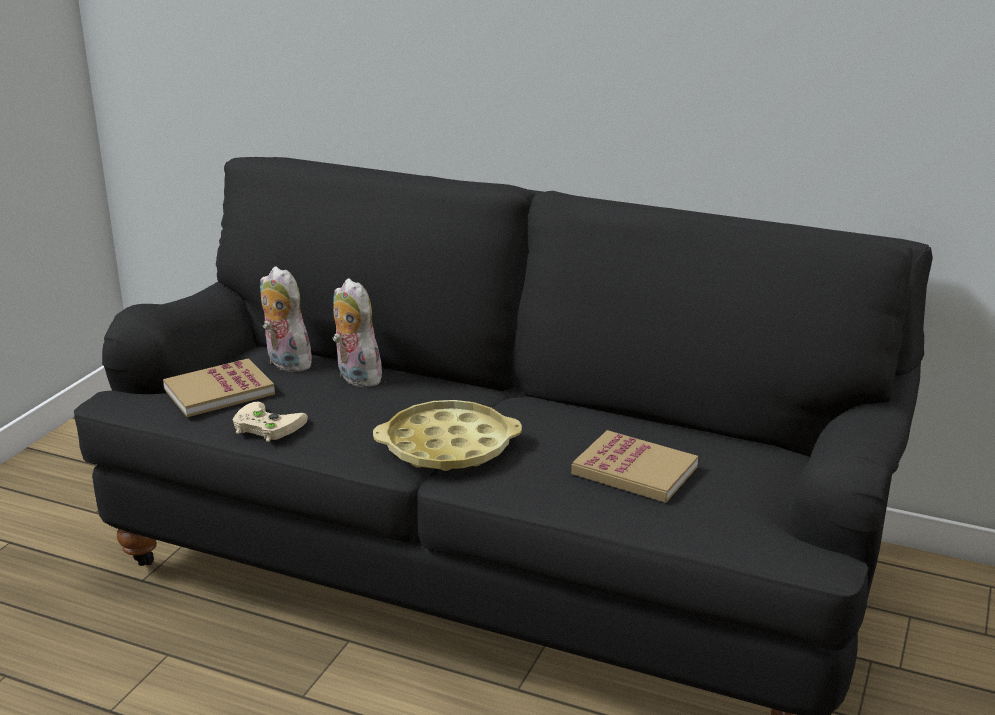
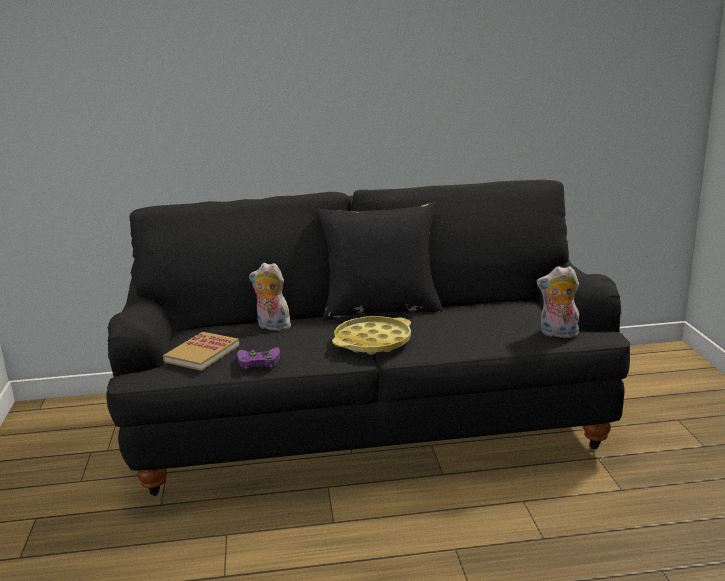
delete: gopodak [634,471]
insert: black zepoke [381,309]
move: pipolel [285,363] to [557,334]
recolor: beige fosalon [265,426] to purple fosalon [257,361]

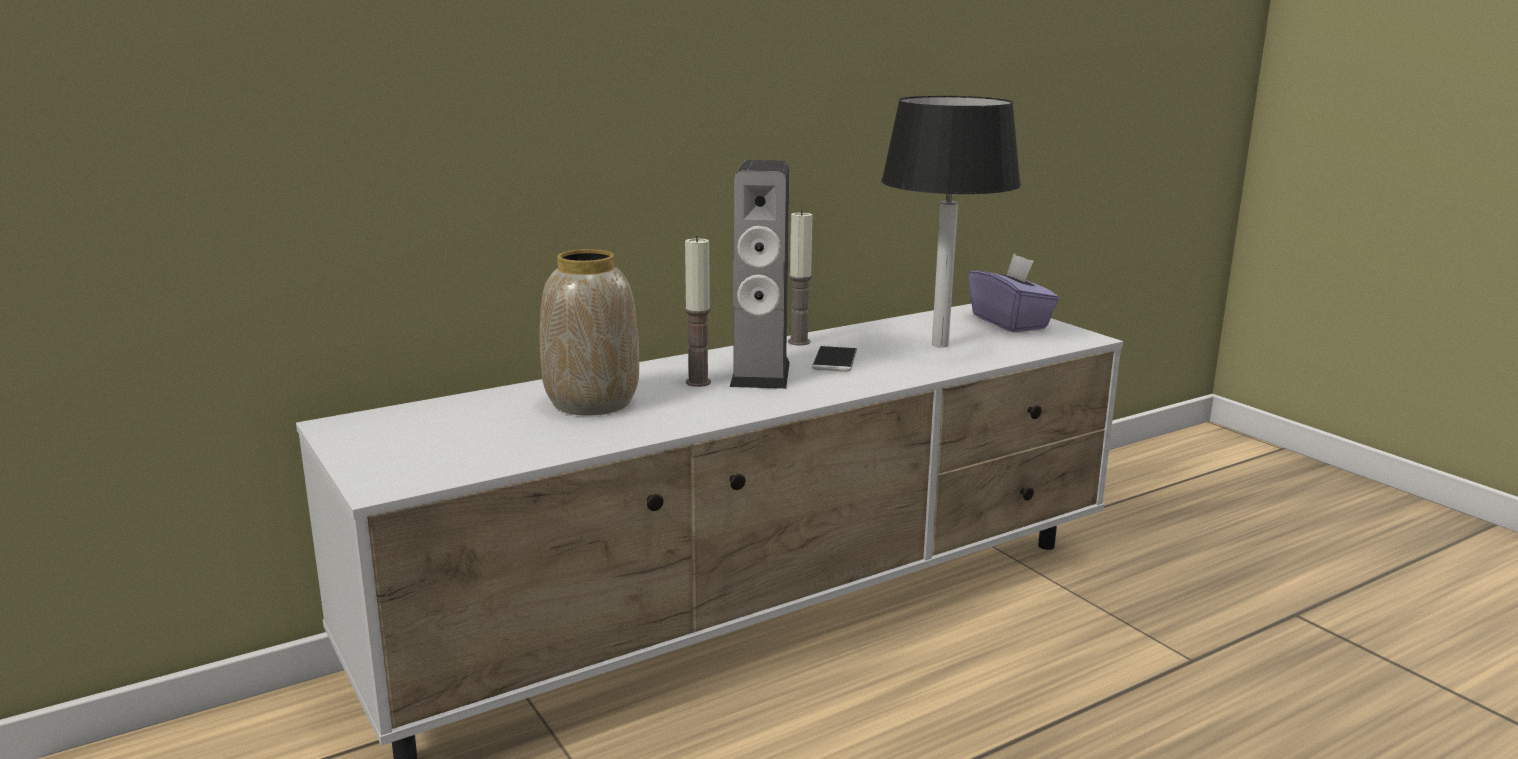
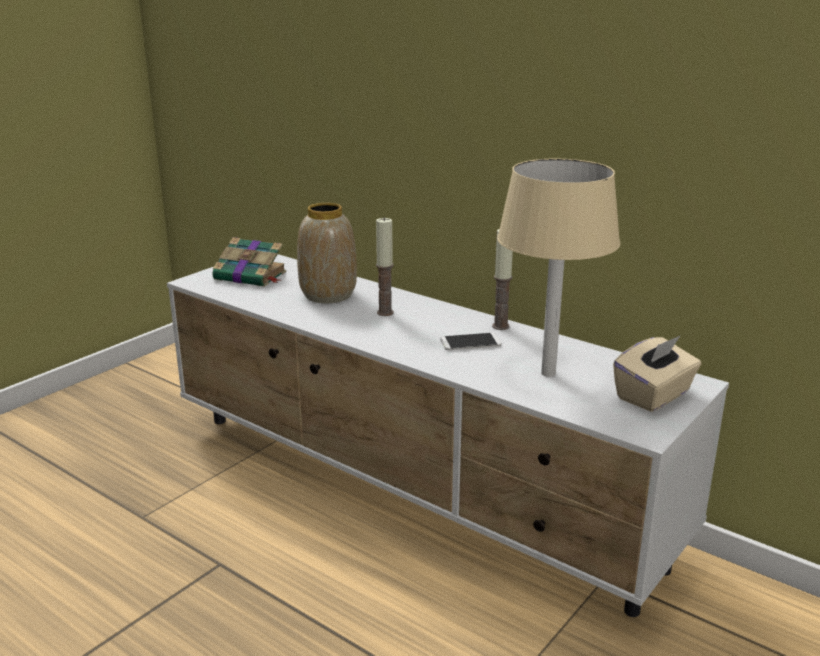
delete: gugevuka [760,374]
insert: gopodak [251,276]
recolor: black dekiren [940,345] to beige dekiren [548,373]; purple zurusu [1010,322] to beige zurusu [654,395]

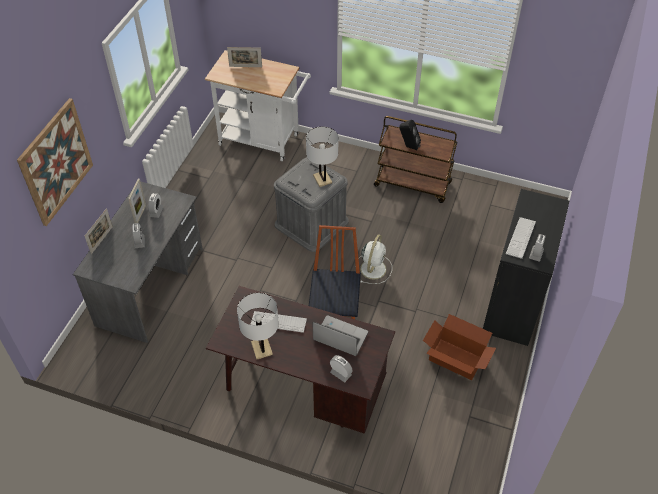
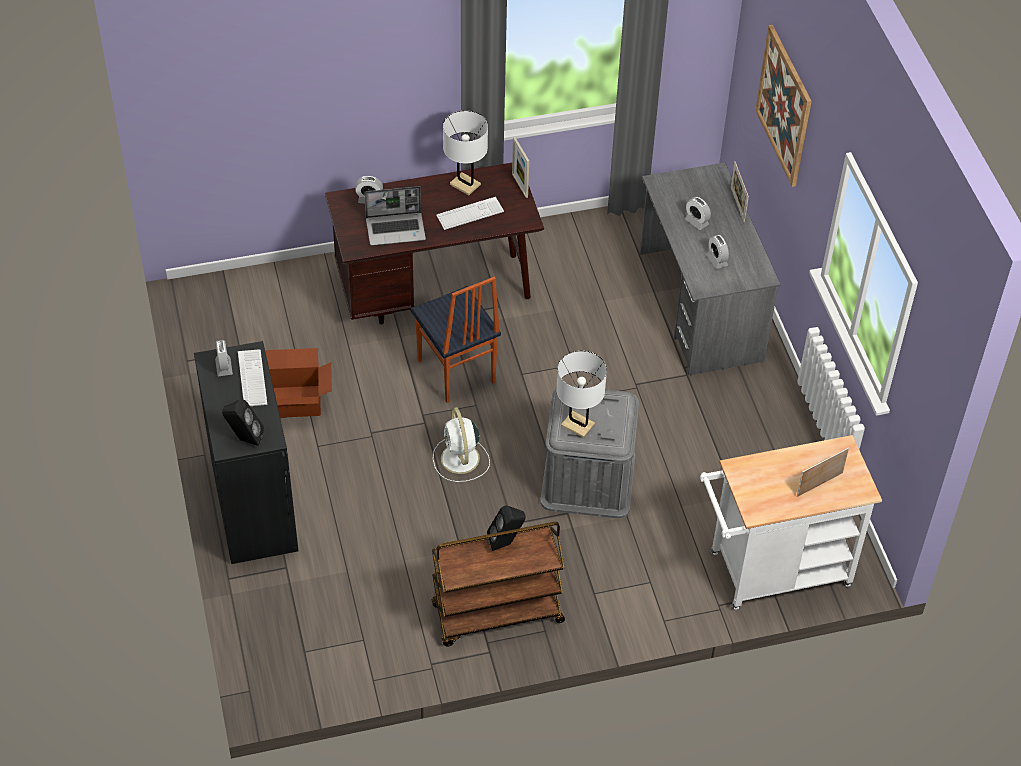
insert: black gugevuka [244,439]
move: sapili [140,214] to [519,185]

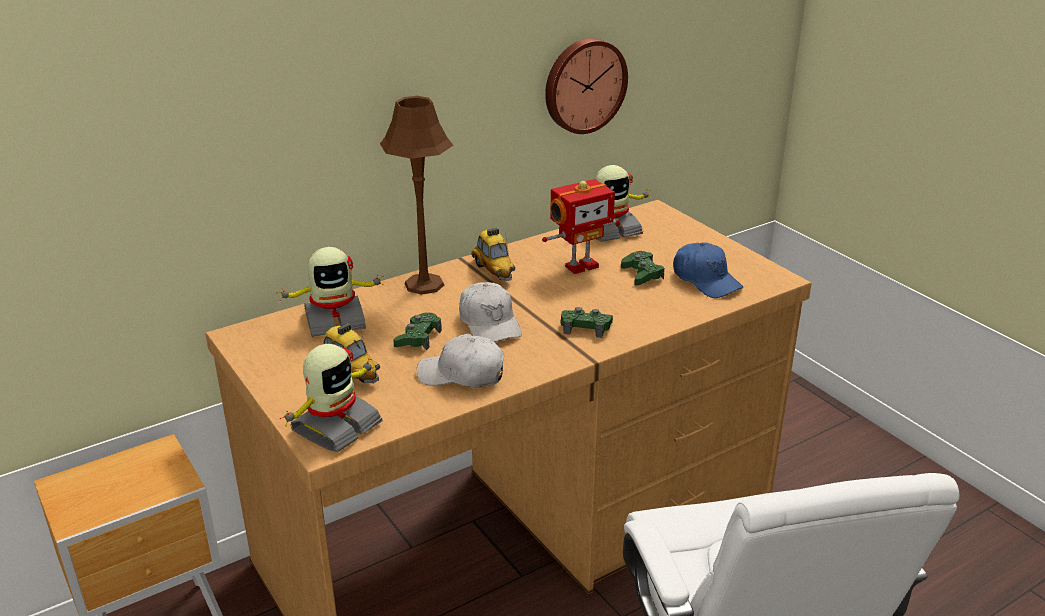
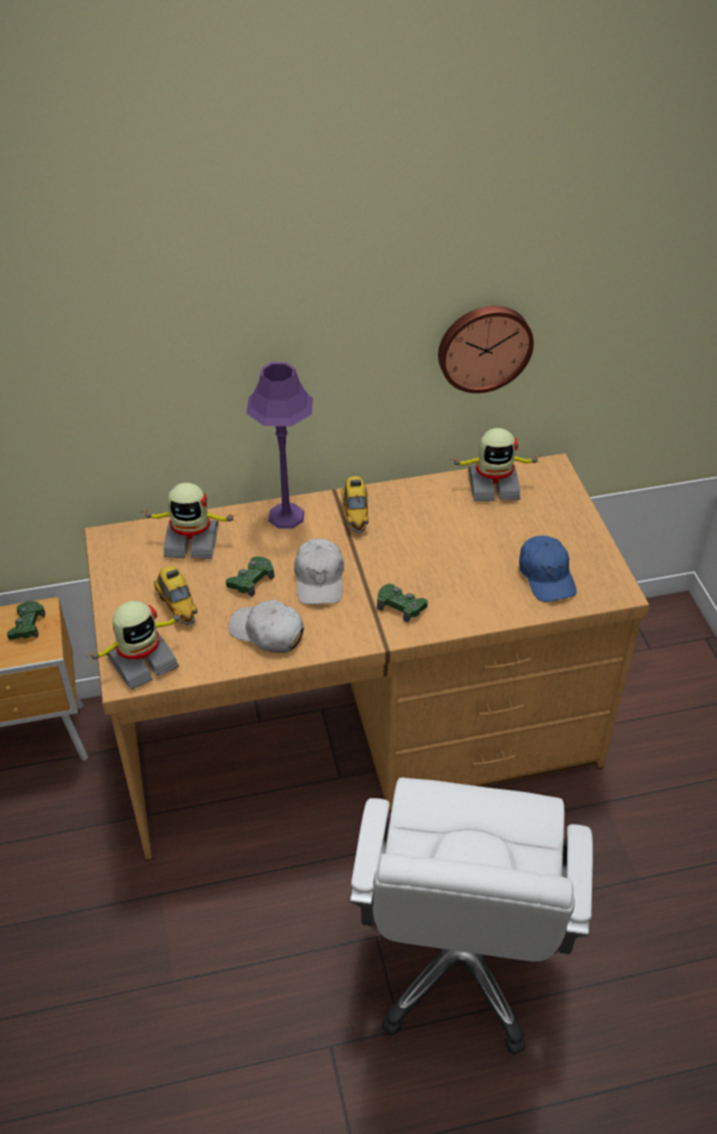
delete: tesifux [580,266]
move: green fosalon [642,274] to [27,625]
recolor: brown dekiren [424,284] to purple dekiren [286,516]

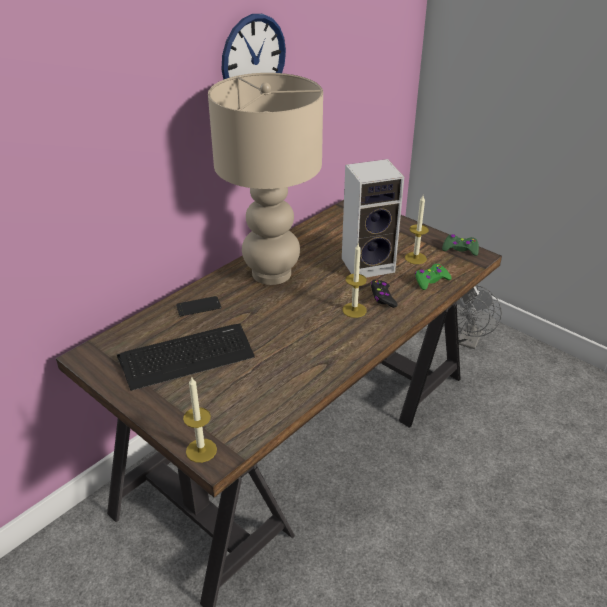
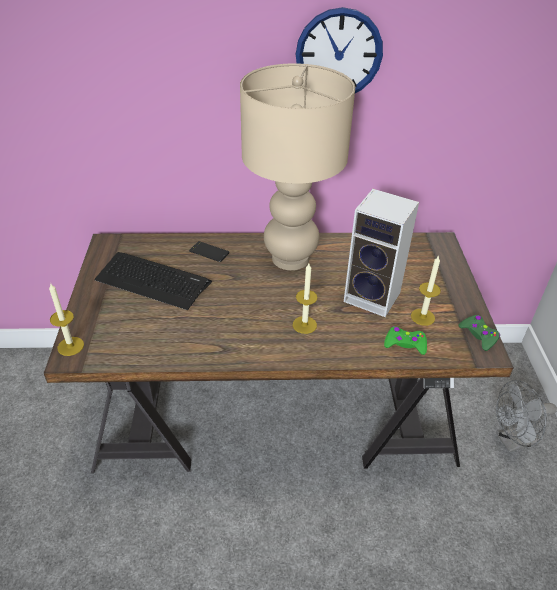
delete: black fosalon [382,297]

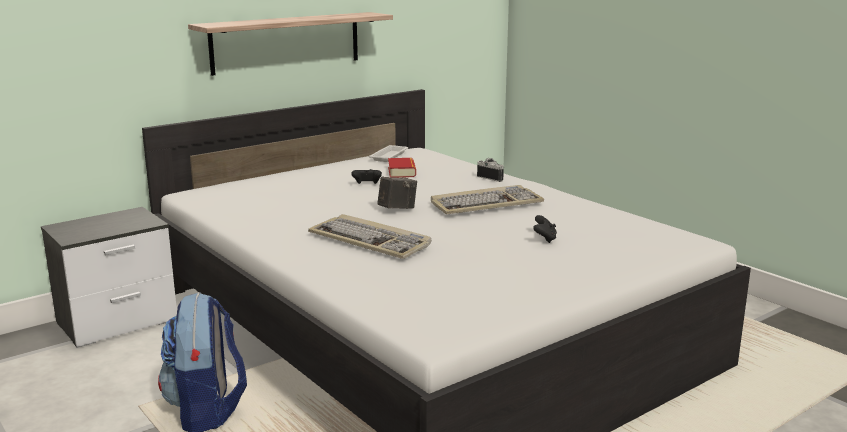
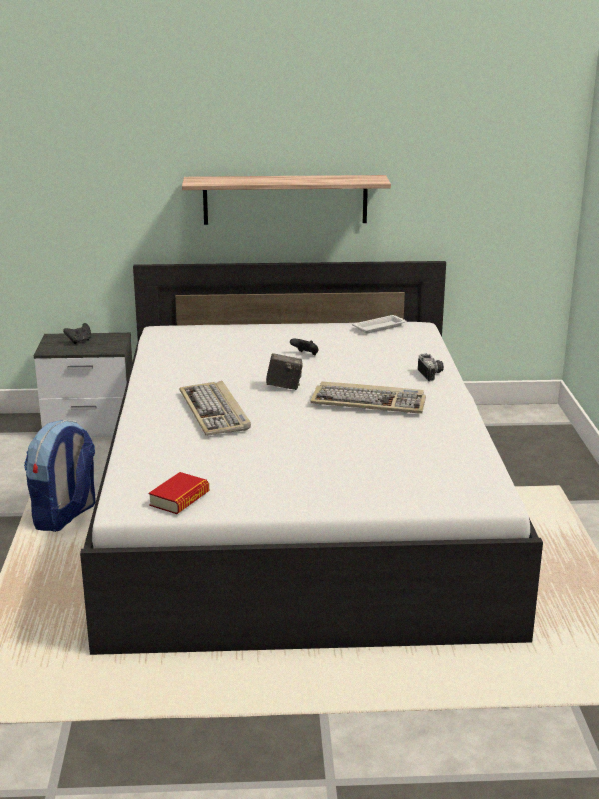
move: gopodak [401,172] to [179,499]; black fosalon [544,239] to [79,341]

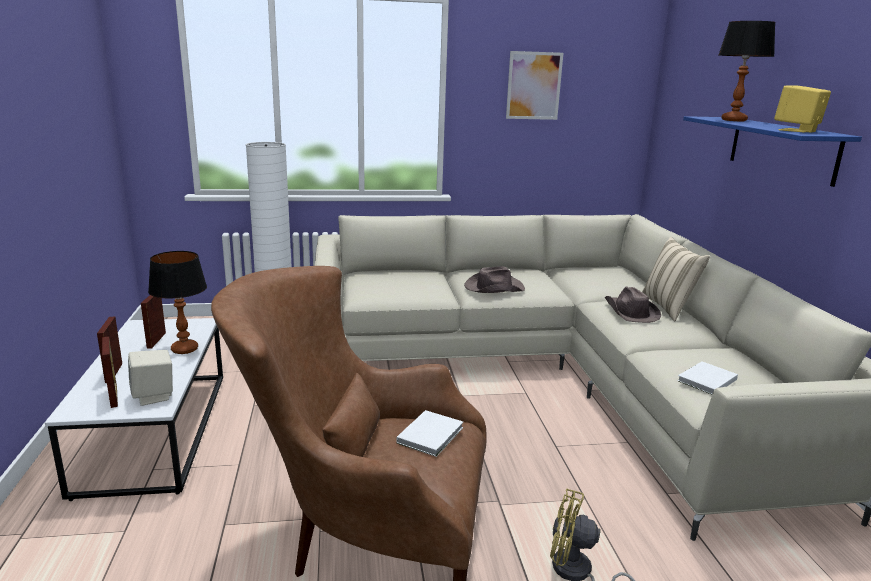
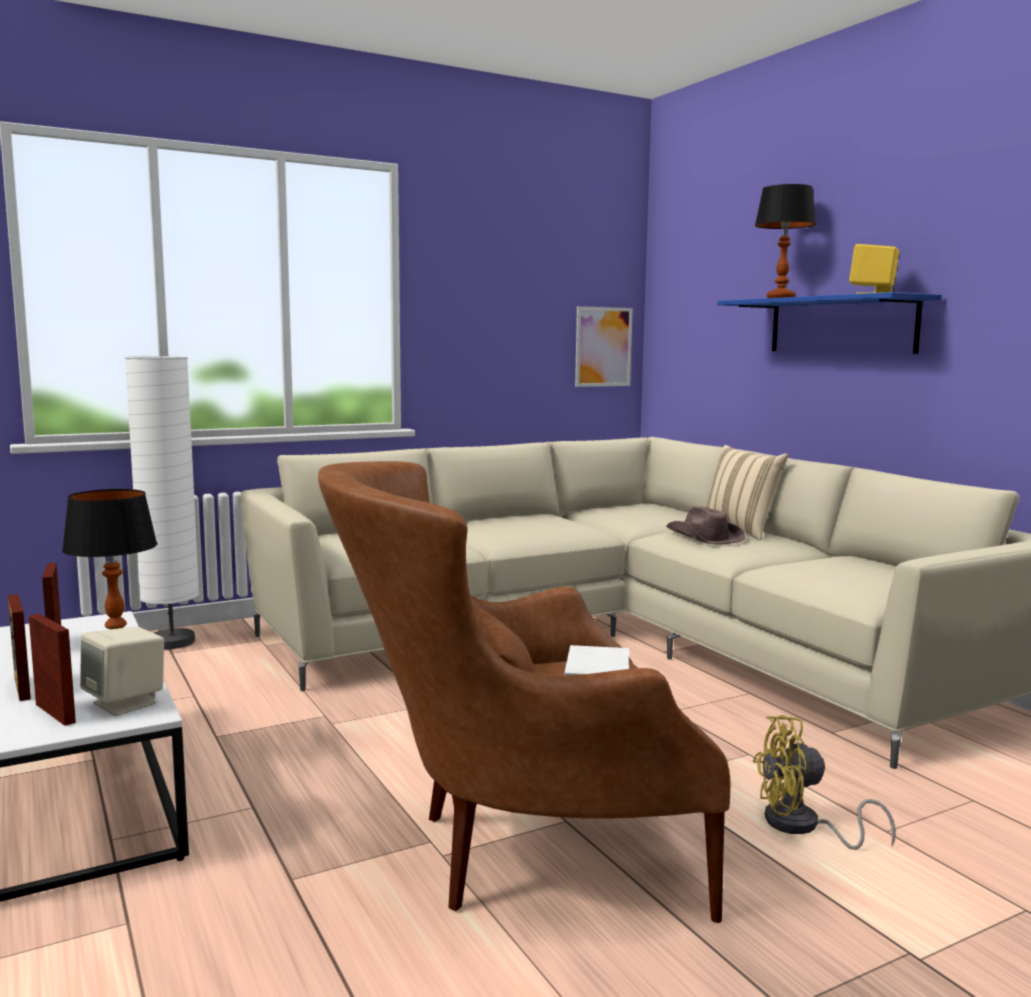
delete: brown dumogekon [493,287]; white gopodak [705,380]
move: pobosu [534,86] to [603,347]

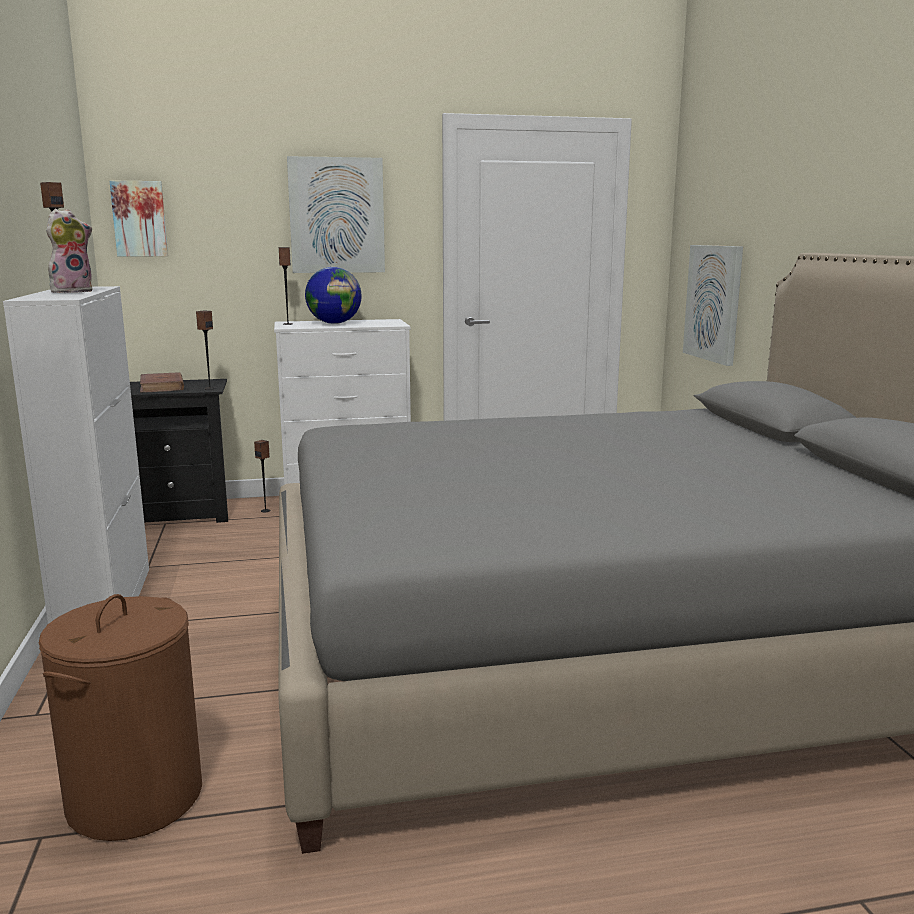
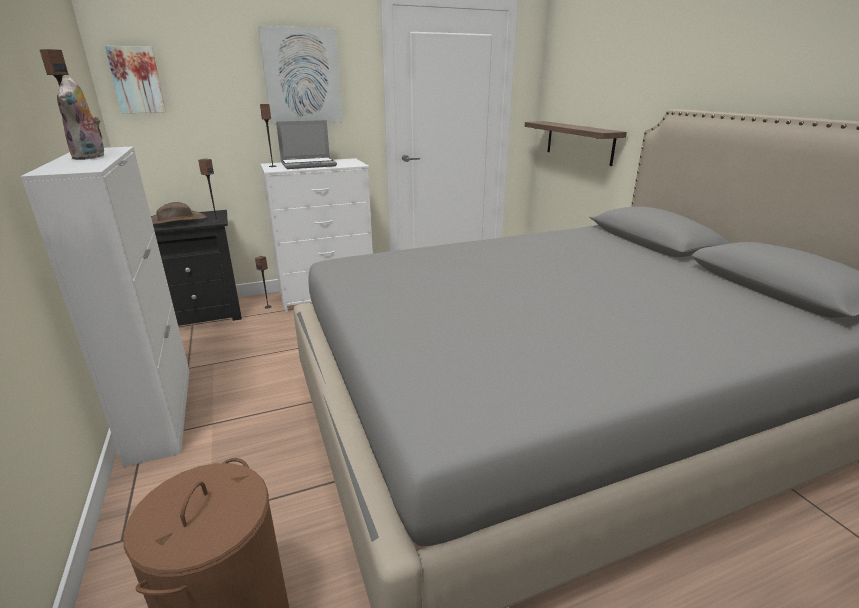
replace: brown gopodak [162,386] to brown dumogekon [176,220]; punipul [334,323] to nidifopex [309,164]; pobosu [713,303] to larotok [579,142]
rotate: pipolel [72,291] = [91,157] 135 degrees clockwise

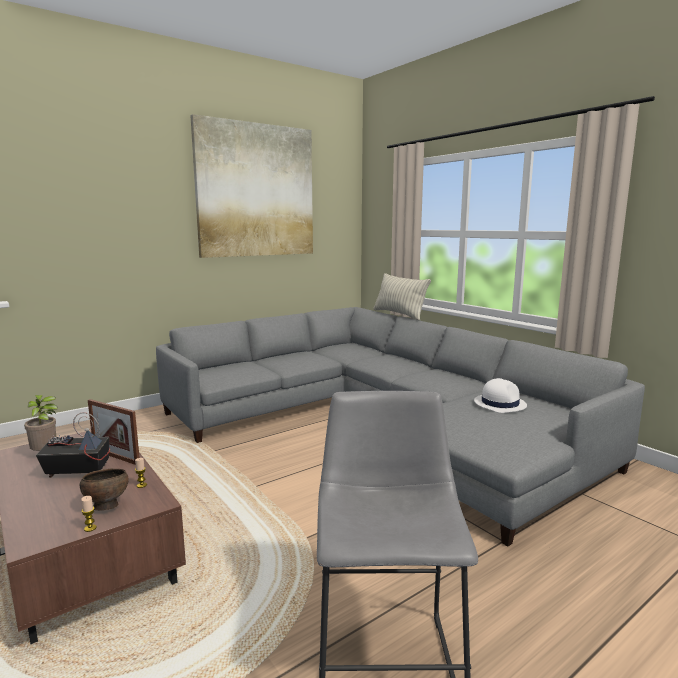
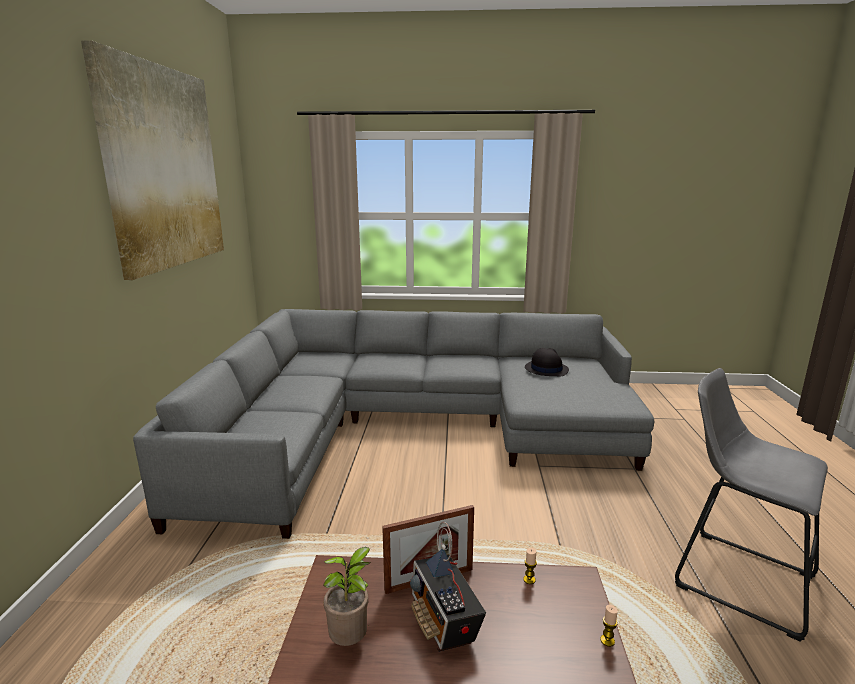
delete: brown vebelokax [106,506]; zepoke [399,314]
recolor: white dumogekon [499,403] to black dumogekon [546,369]
rotate: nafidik [77,472] = [444,622] 60 degrees counterclockwise

